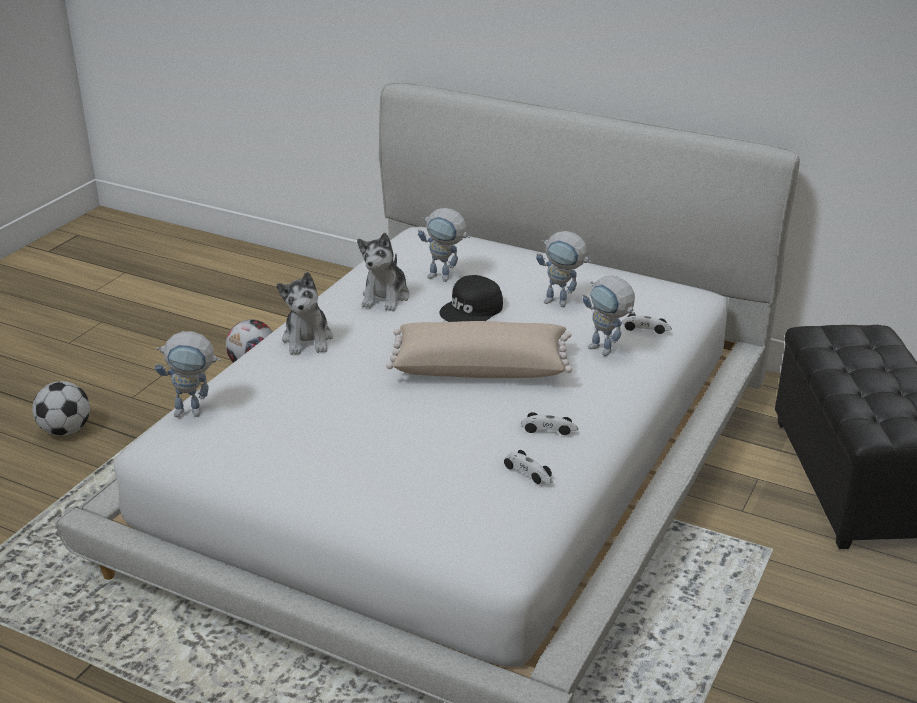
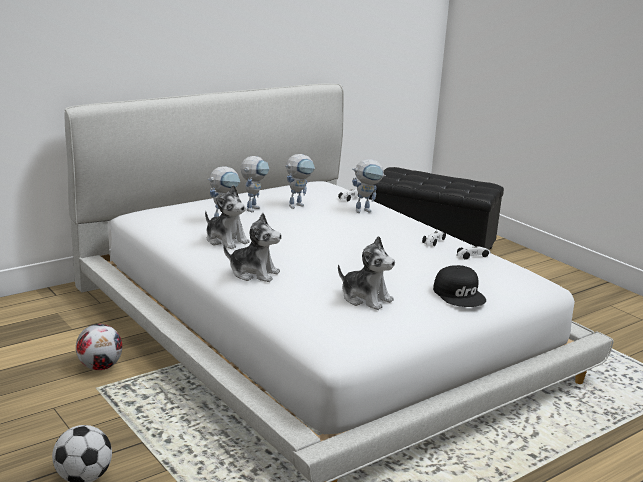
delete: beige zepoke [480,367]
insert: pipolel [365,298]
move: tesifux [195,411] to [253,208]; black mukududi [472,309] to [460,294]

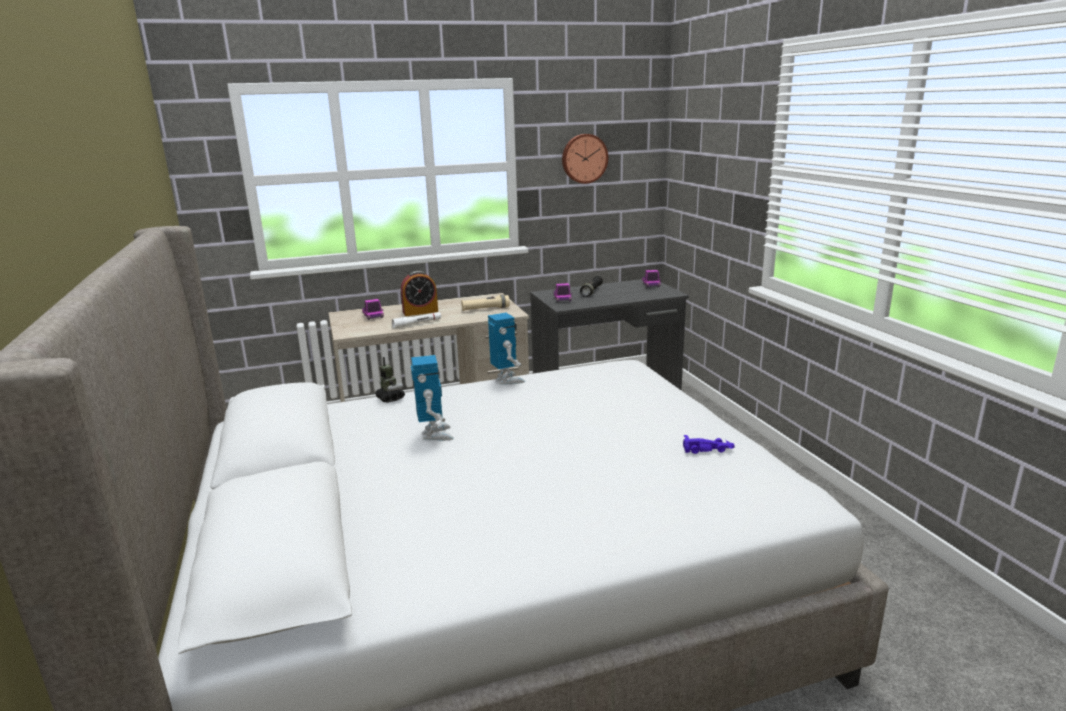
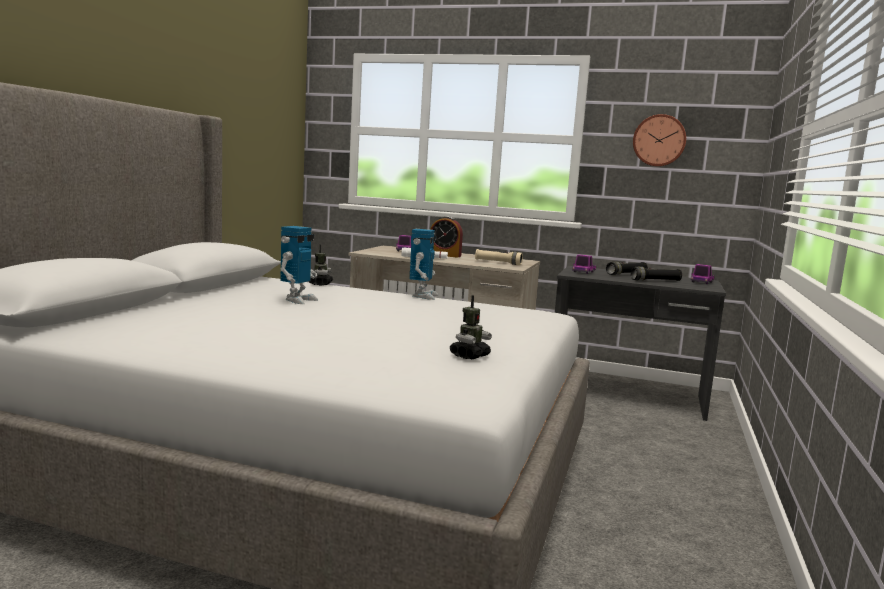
insert: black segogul [655,281]
replace: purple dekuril [708,449] to tesifux [469,356]

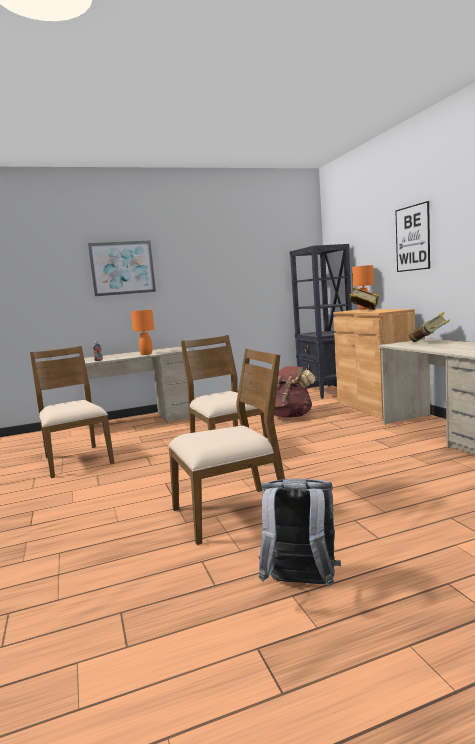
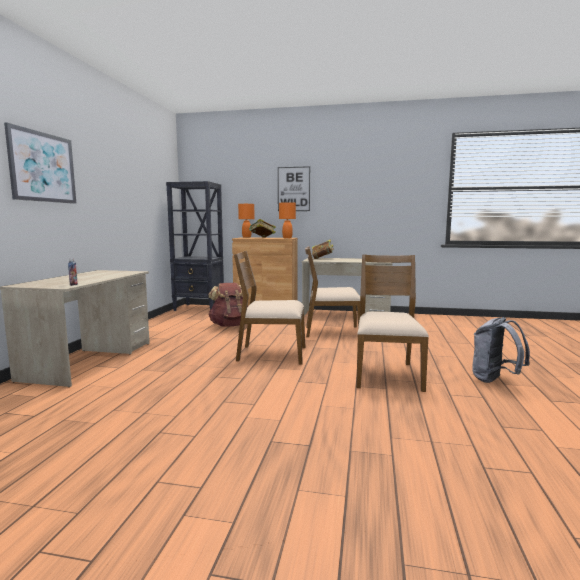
move: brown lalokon [76,460] to [332,332]; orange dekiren [146,354] to [287,238]

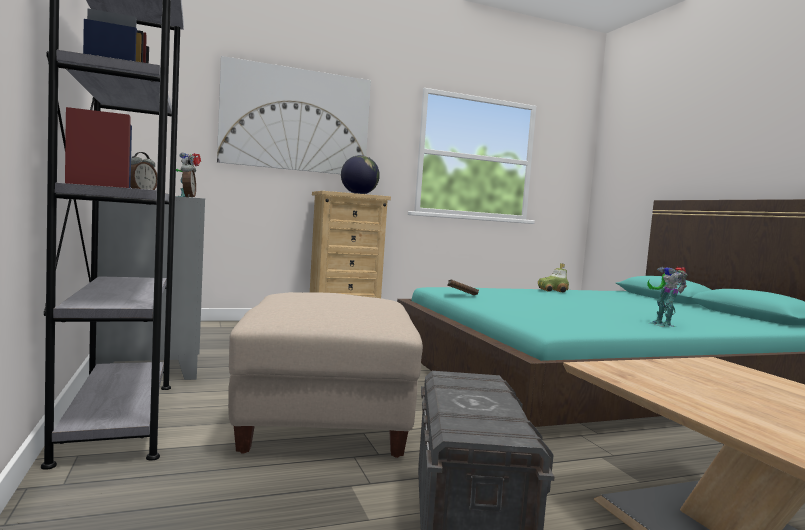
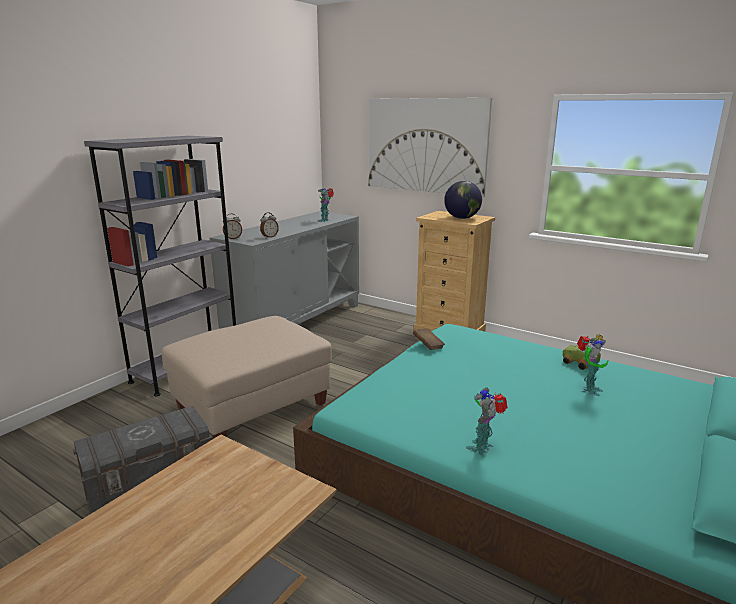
insert: tesifux [588,390]

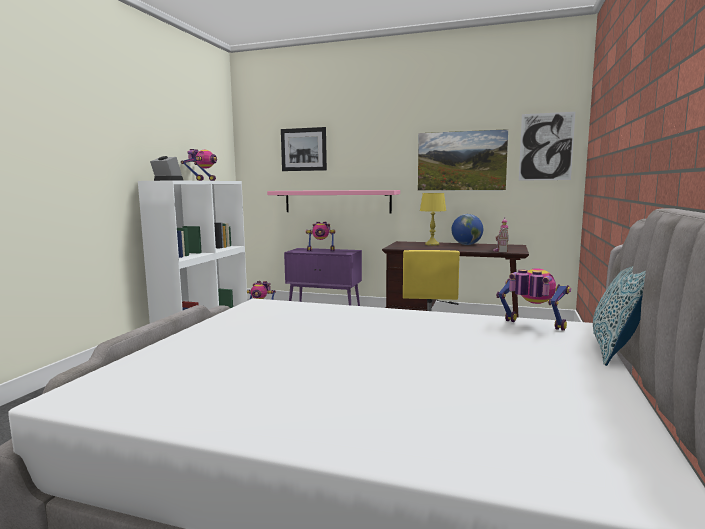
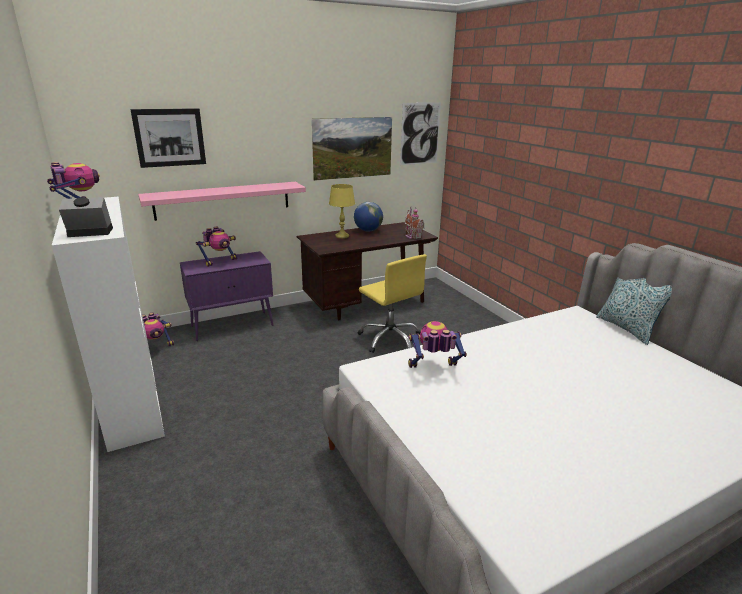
move: tesifux [531,327] to [433,369]

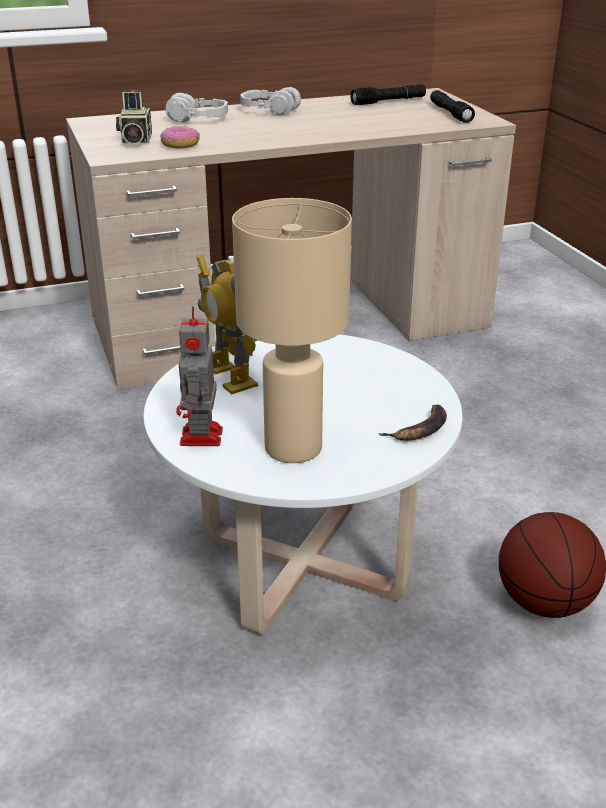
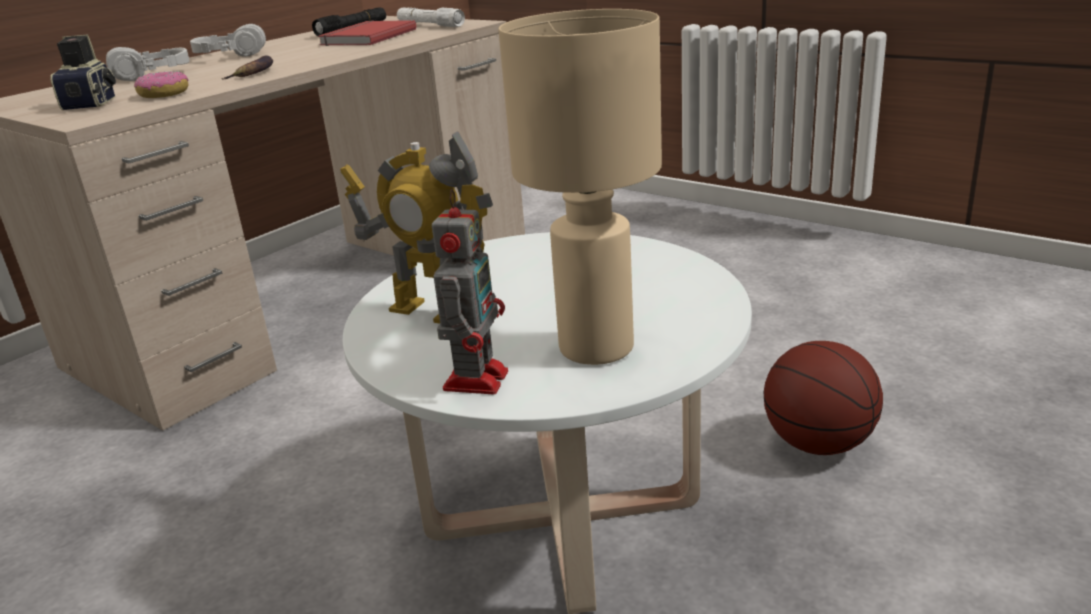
insert: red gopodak [366,37]
move: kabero [419,429] to [254,72]
recolor: black segogul [450,113] to white segogul [430,25]
rotate: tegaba [135,140] = [95,102] 150 degrees counterclockwise; tesifux [201,438] = [477,378] 135 degrees counterclockwise

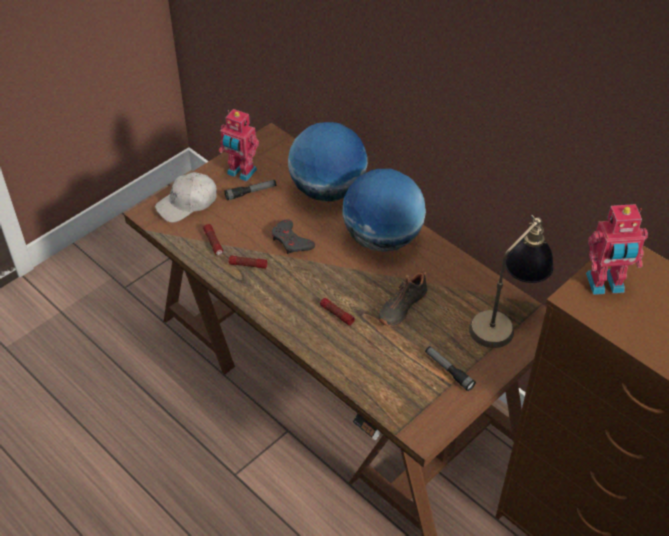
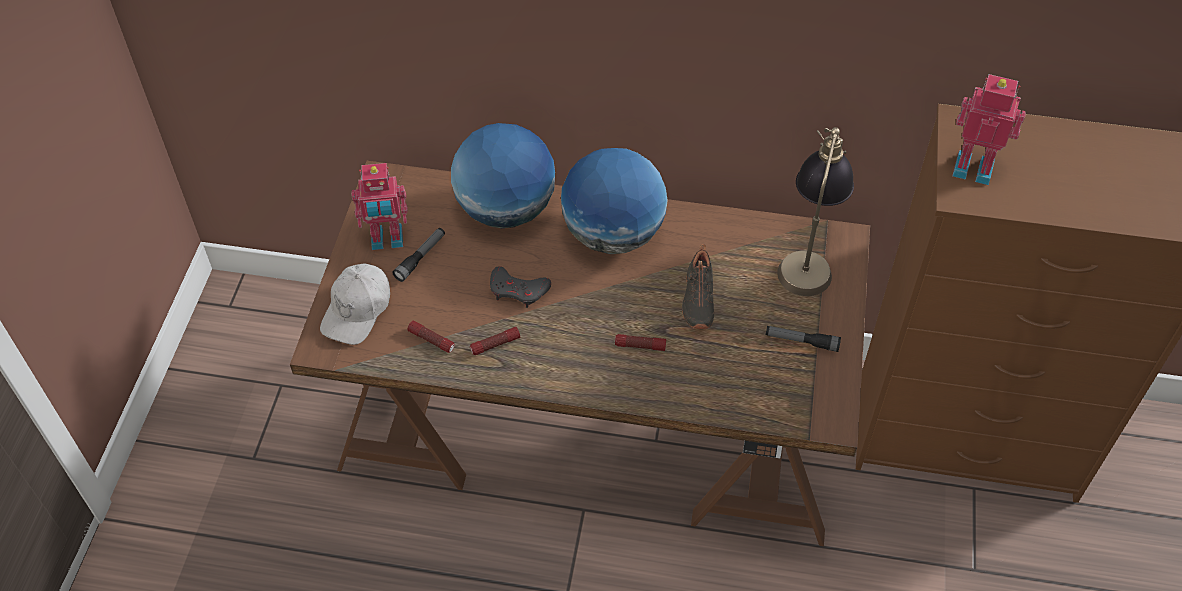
rotate: tesifux [605,285] = [973,166] 120 degrees counterclockwise

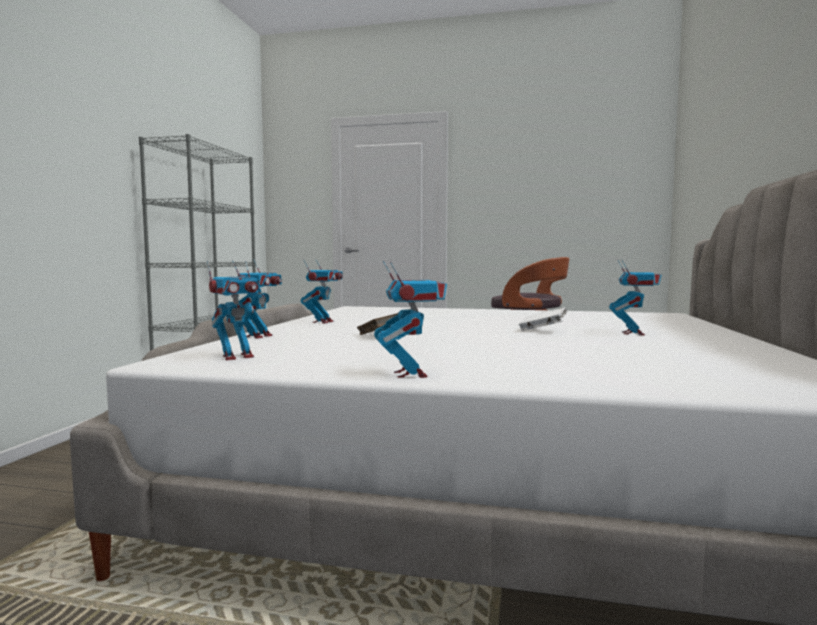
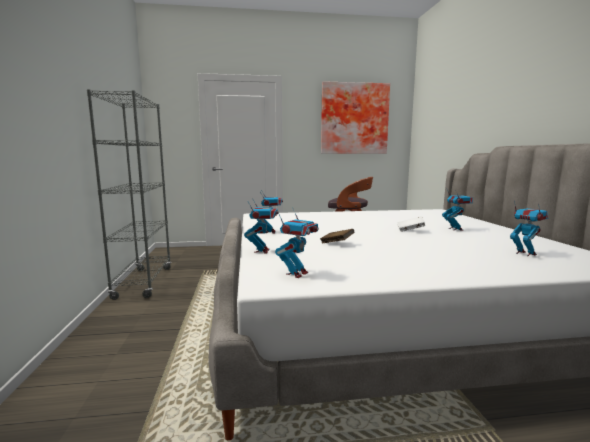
insert: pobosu [354,119]
move: tesifux [410,374] to [525,253]

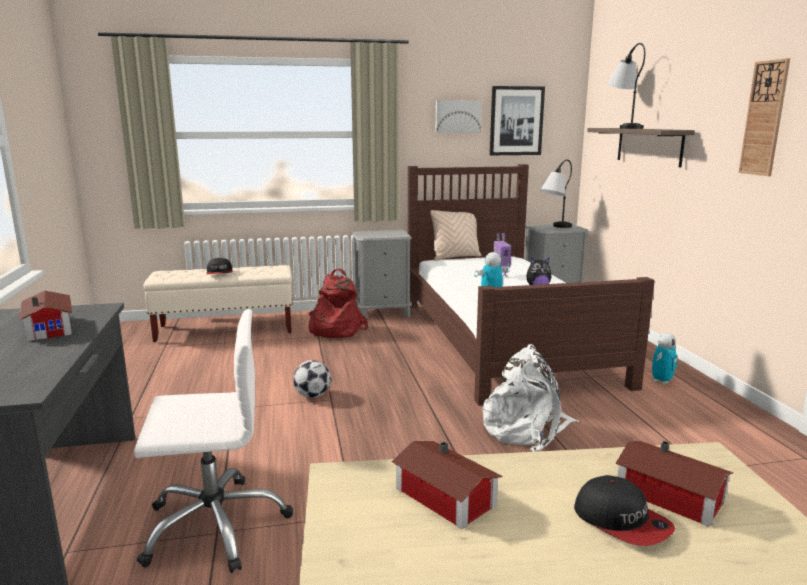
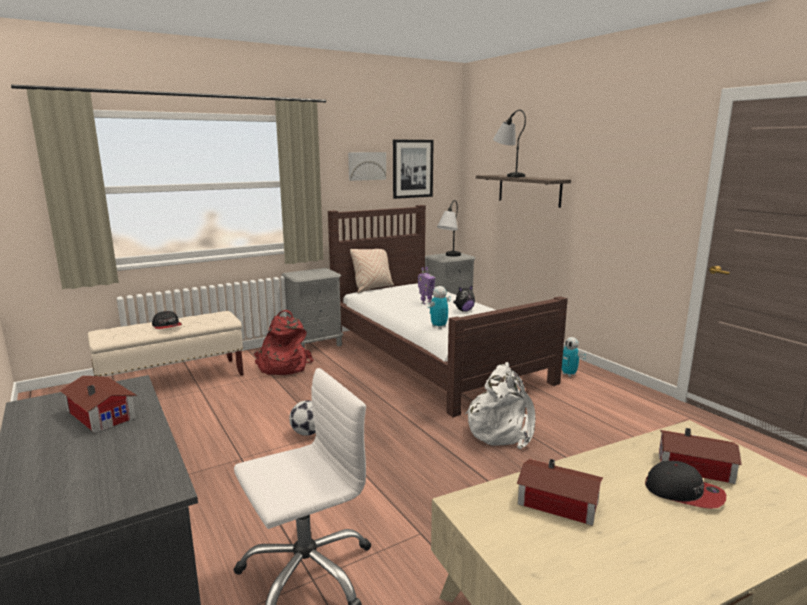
delete: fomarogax [764,118]
rotate: tesifux [661,381] = [568,374] 120 degrees clockwise

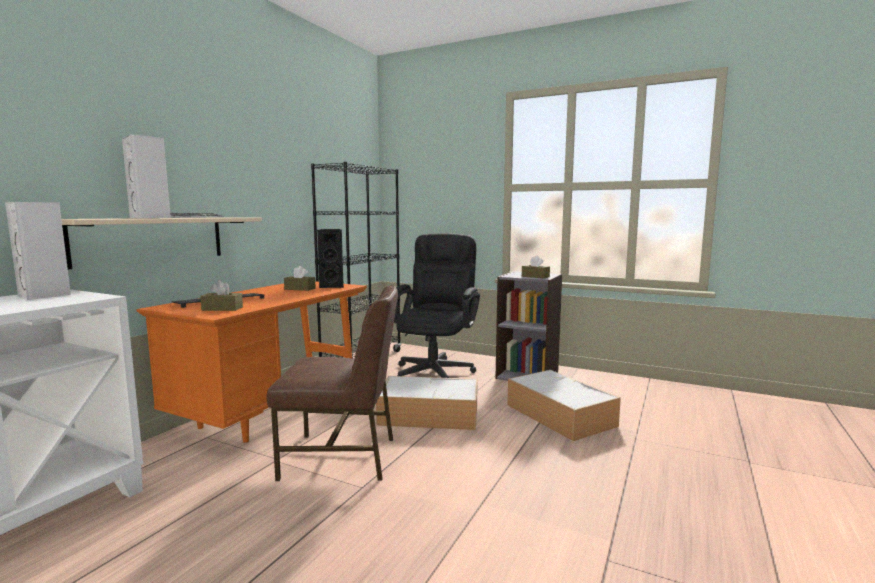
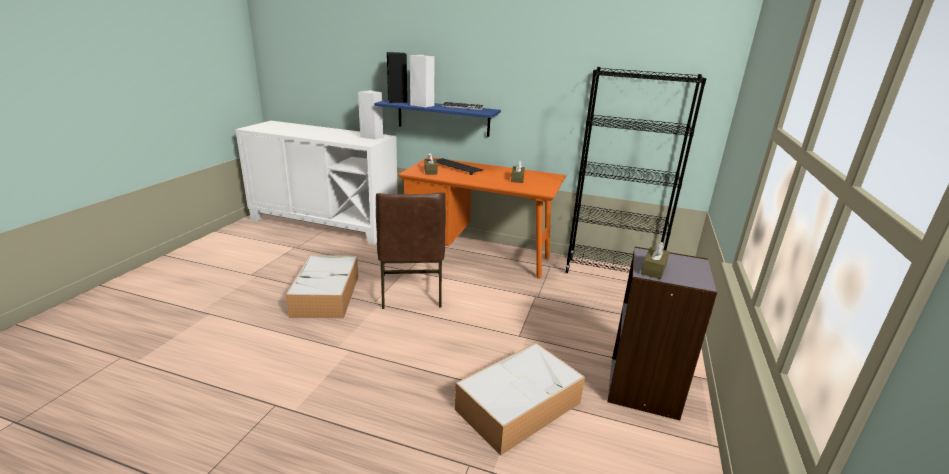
delete: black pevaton [436,370]
move: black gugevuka [333,286] to [397,101]; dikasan [430,414] to [326,296]
recolor: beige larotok [152,239] to blue larotok [443,117]

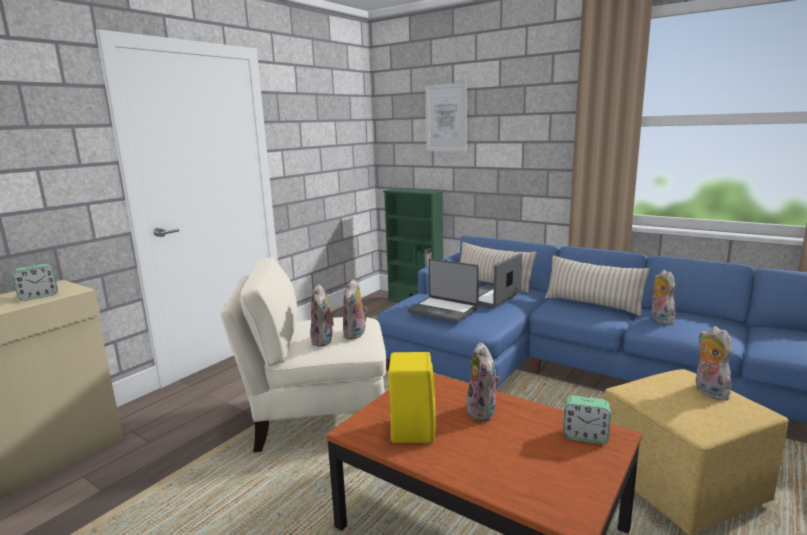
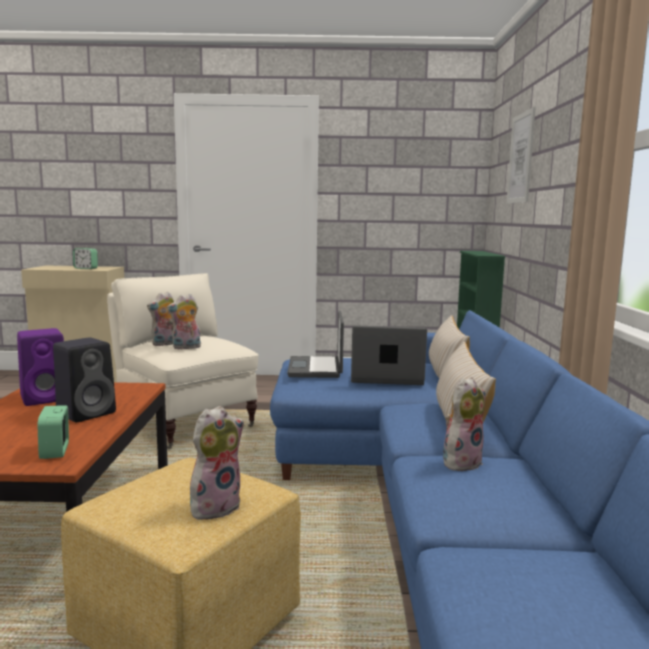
replace: pipolel [483,412] to black gugevuka [87,413]
recolor: yellow gugevuka [412,429] to purple gugevuka [46,398]

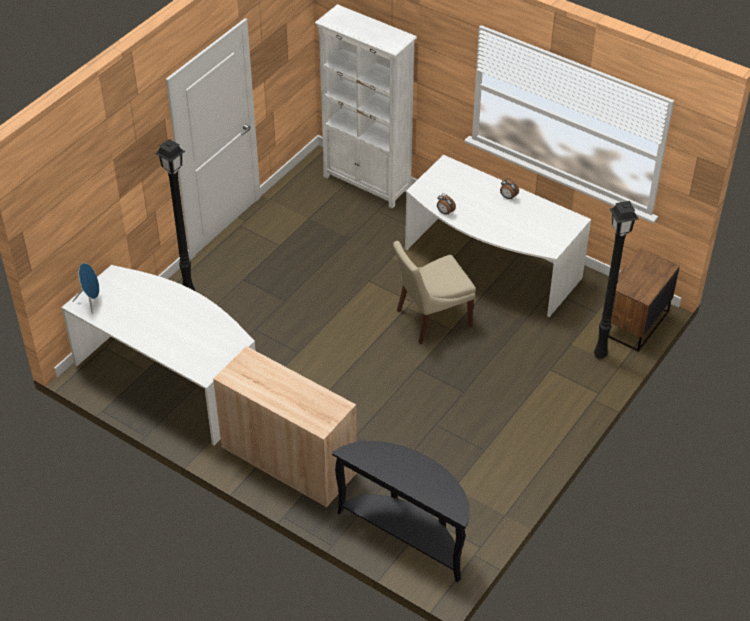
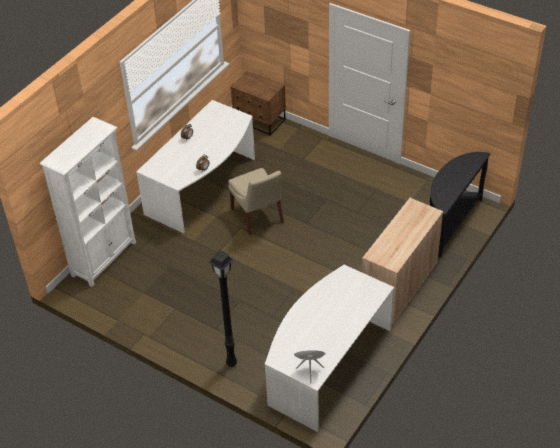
delete: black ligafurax [601,355]

